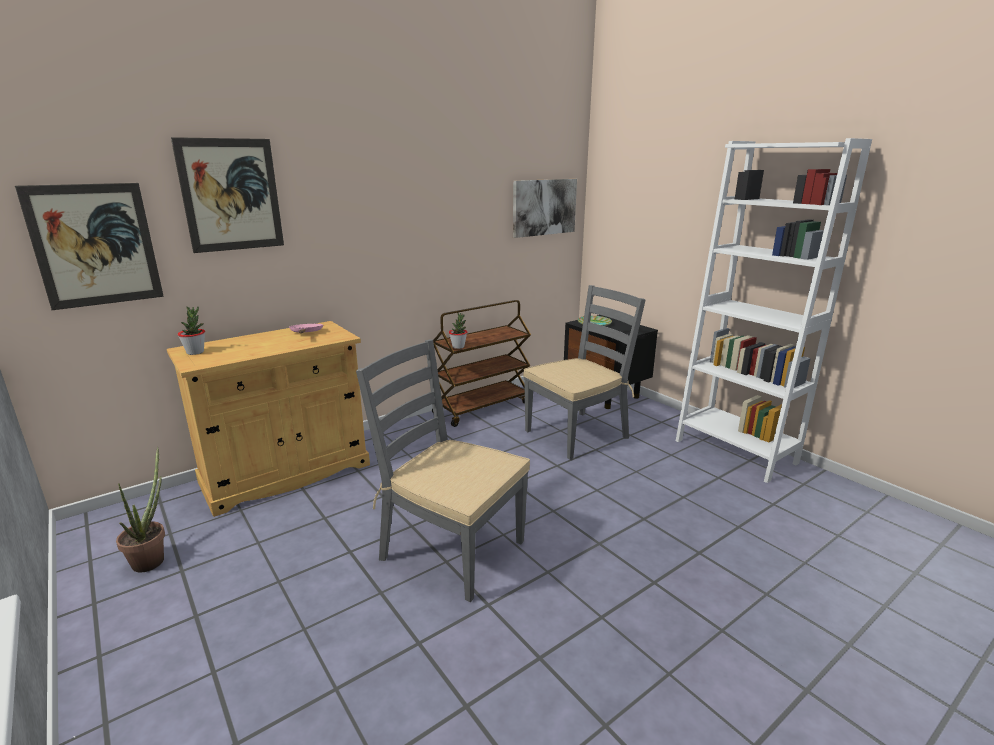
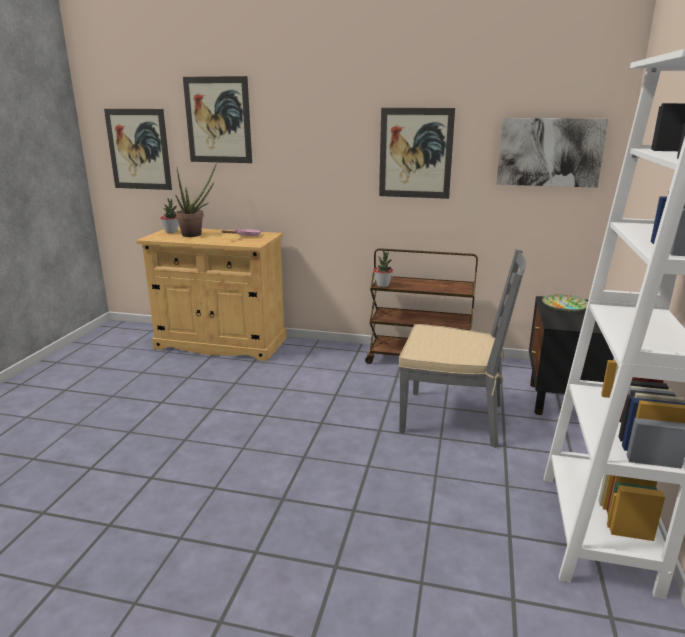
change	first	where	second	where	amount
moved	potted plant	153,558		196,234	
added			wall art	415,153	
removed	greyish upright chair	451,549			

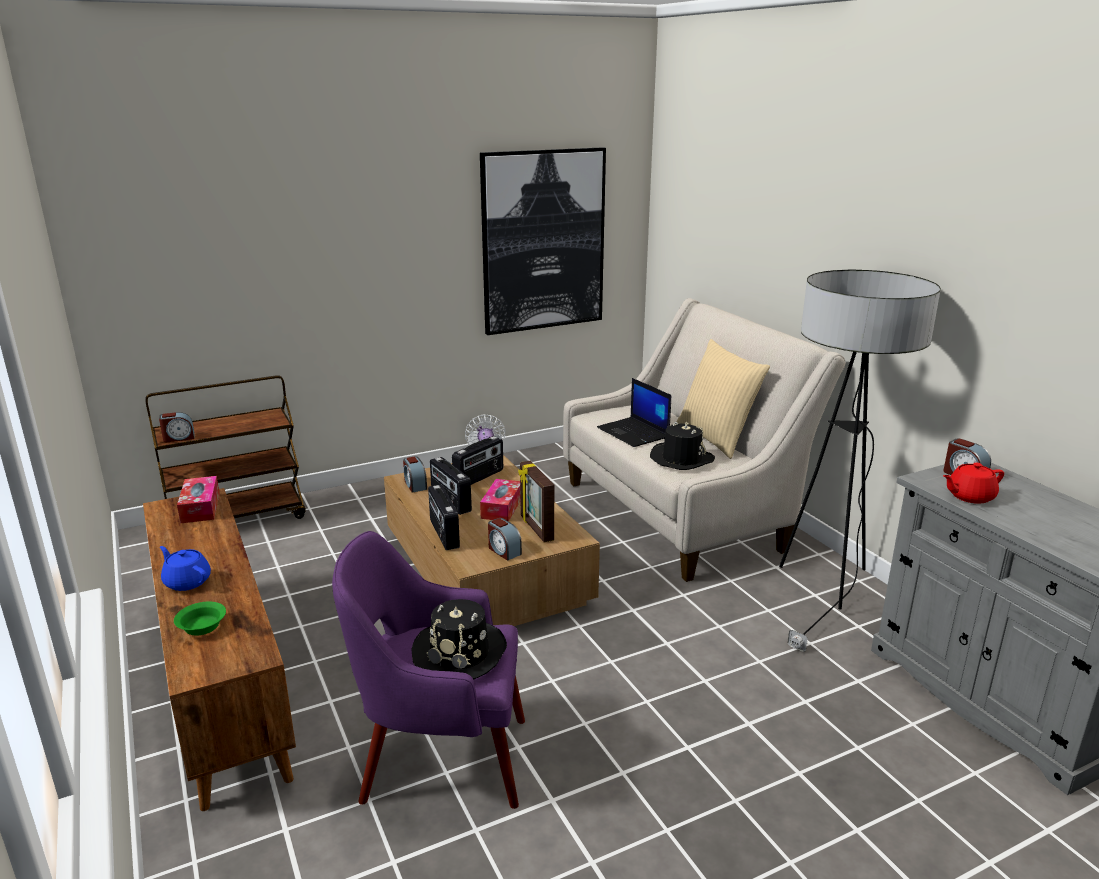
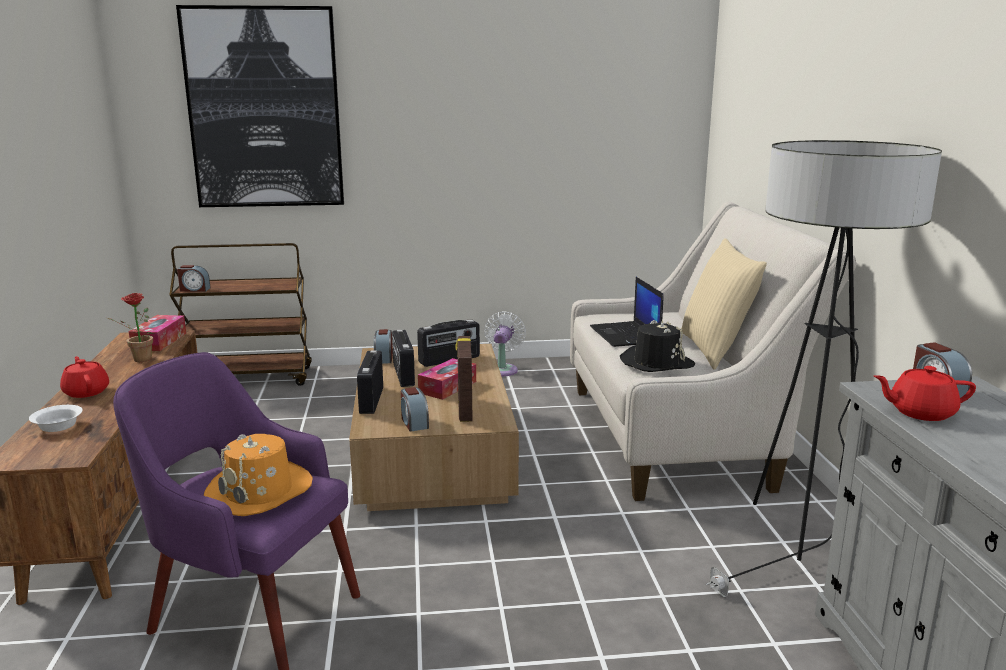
change	first	where	second	where	amount
recoloured	green serving bowl	201,627	white-coloured serving bowl	57,426	
recoloured	bluish tea pot	187,581	red-coloured tea pot	86,392	
added			potted plant	138,360	
moved	wall art	543,241		264,109	
recoloured	blackish hat	460,652	orangey hat	260,491	

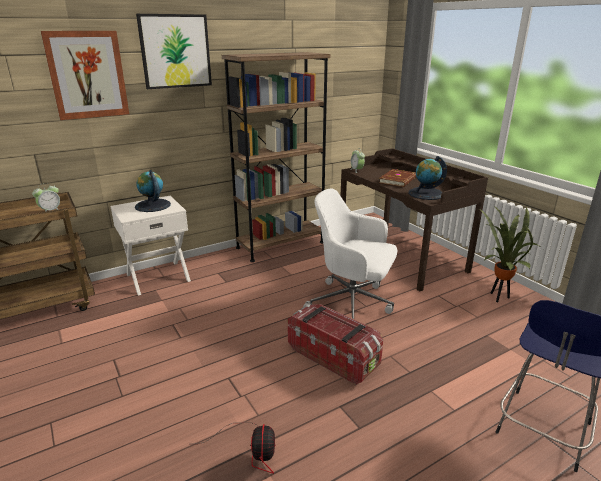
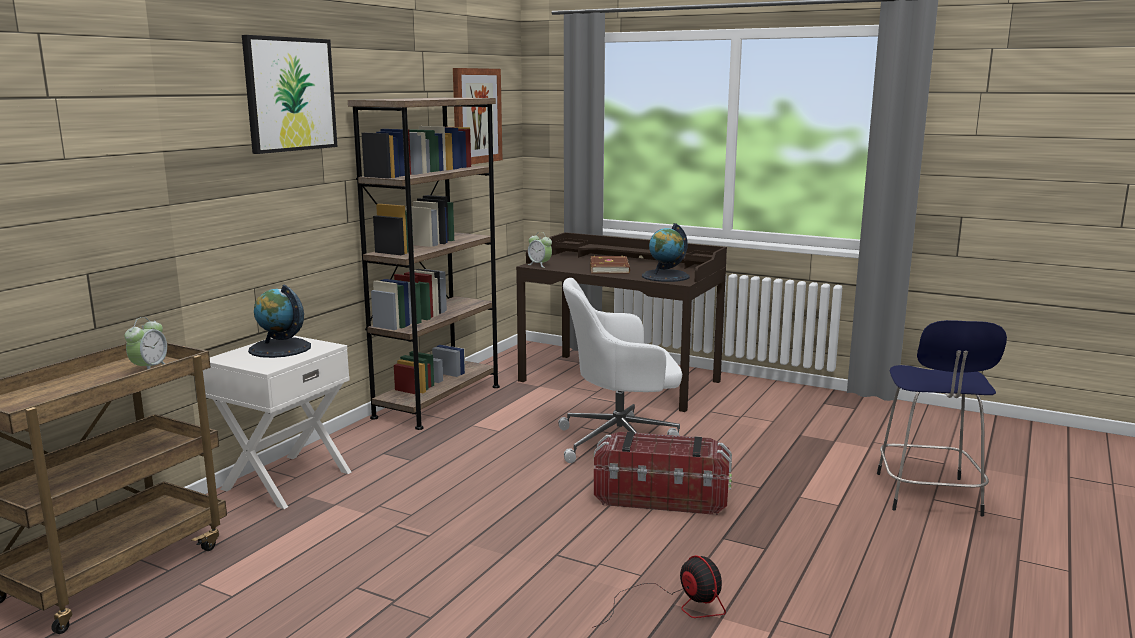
change	first	where	second	where	amount
moved	wall art	87,75		476,116	
removed	potted plant	498,298			

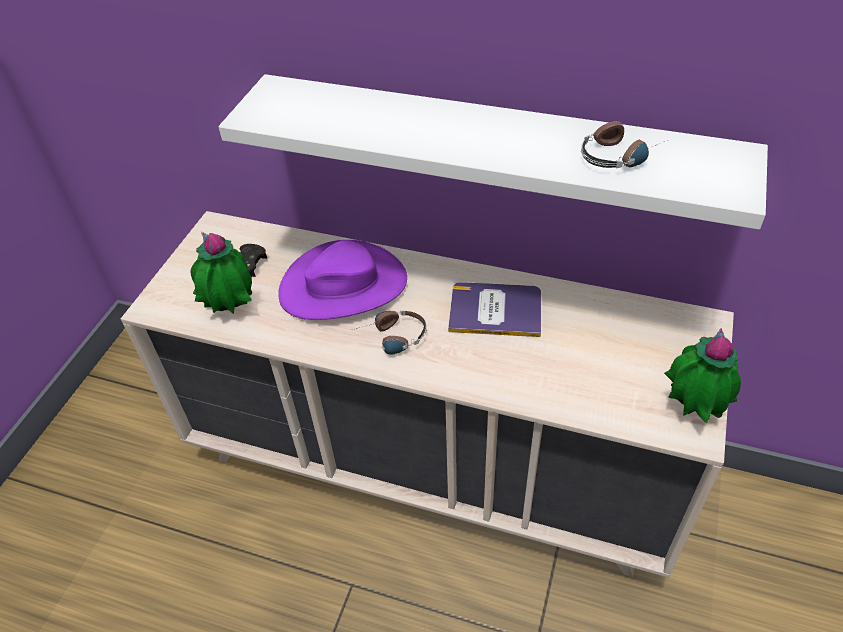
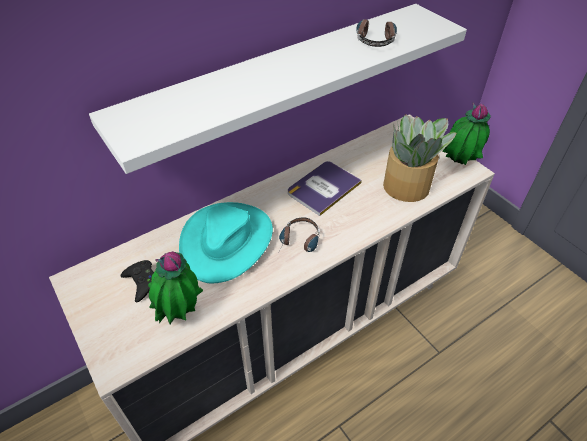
change	first	where	second	where	amount
recoloured	purple-coloured hat	343,285	blue-green hat	226,241	
added			potted plant	407,187	

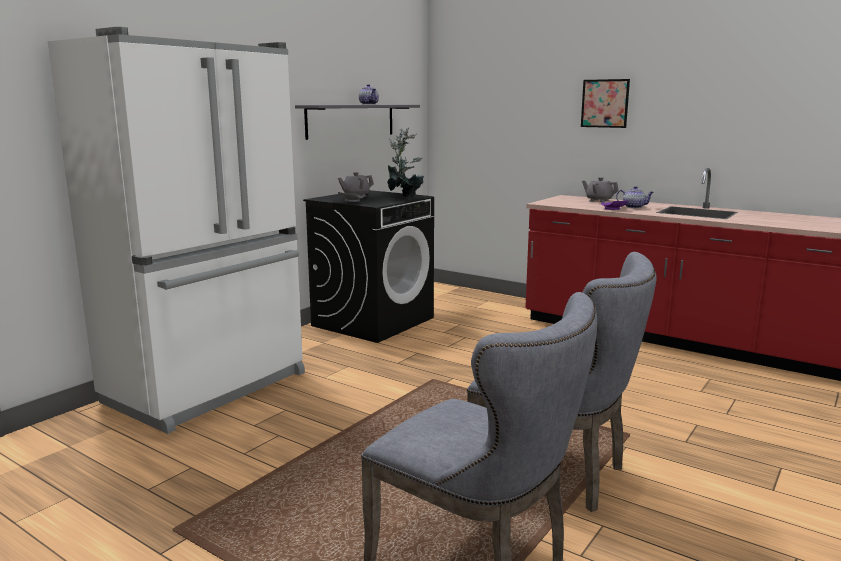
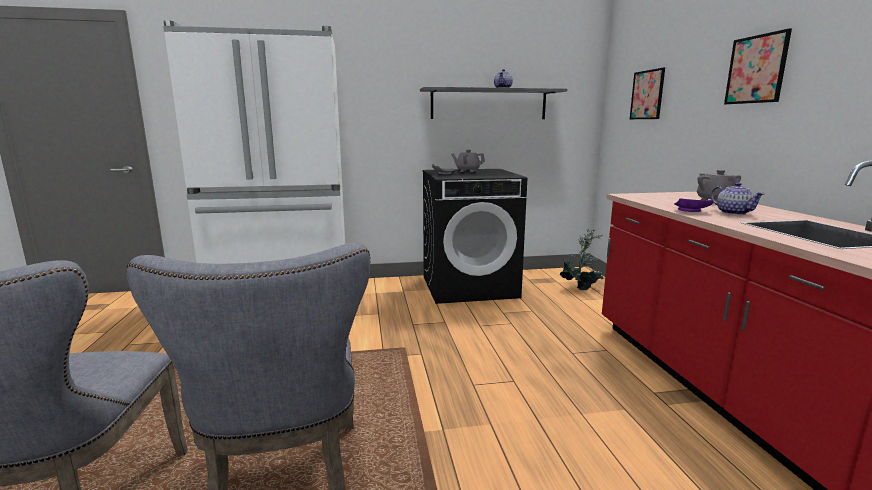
change	first	where	second	where	amount
moved	potted plant	404,197		581,287	
added			wall art	647,95	

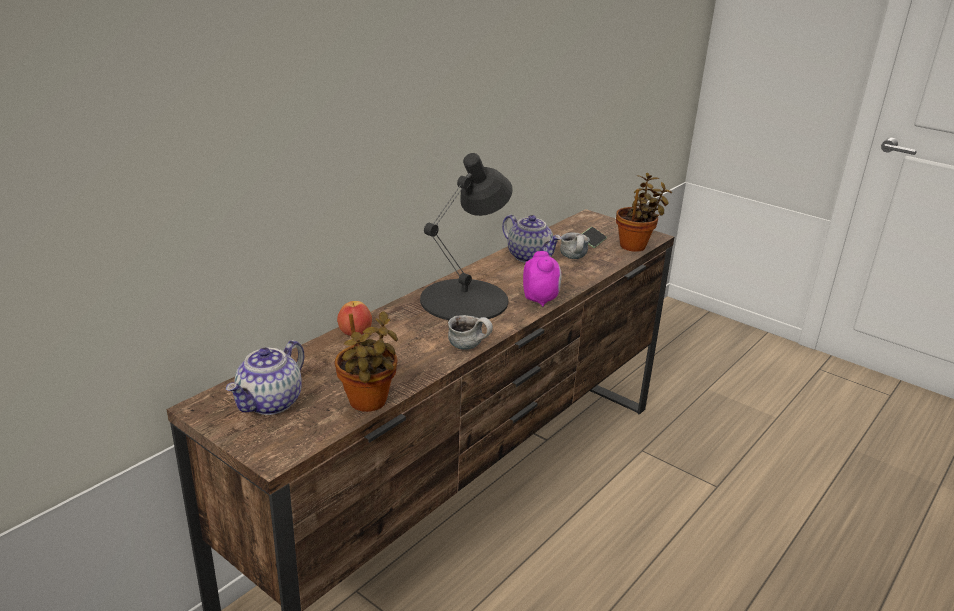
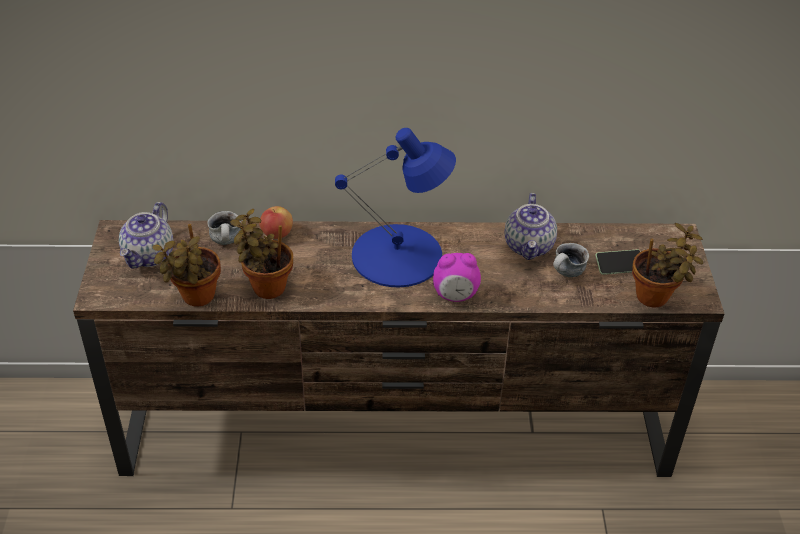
change	first	where	second	where	amount
turned	tea pot	270,403		149,256	60 degrees counterclockwise
moved	tea mug	470,346		227,242	
added			potted plant	266,286	
recoloured	blackish lamp for a table	465,300	bluish lamp for a table	398,256	
turned	table clock	540,300		455,296	45 degrees clockwise

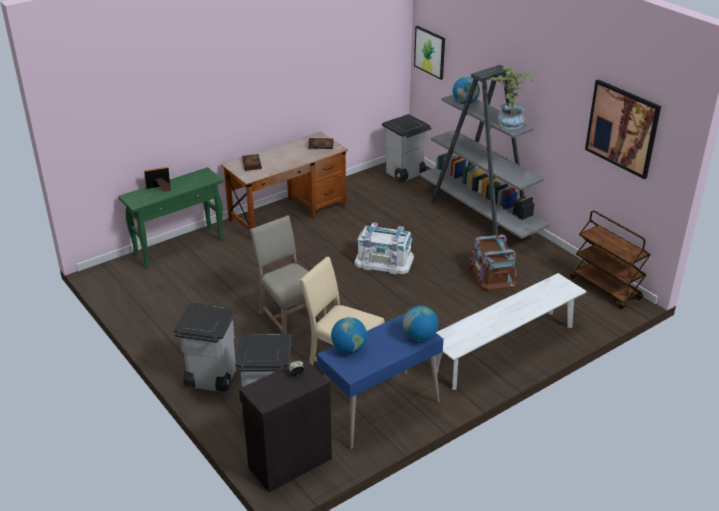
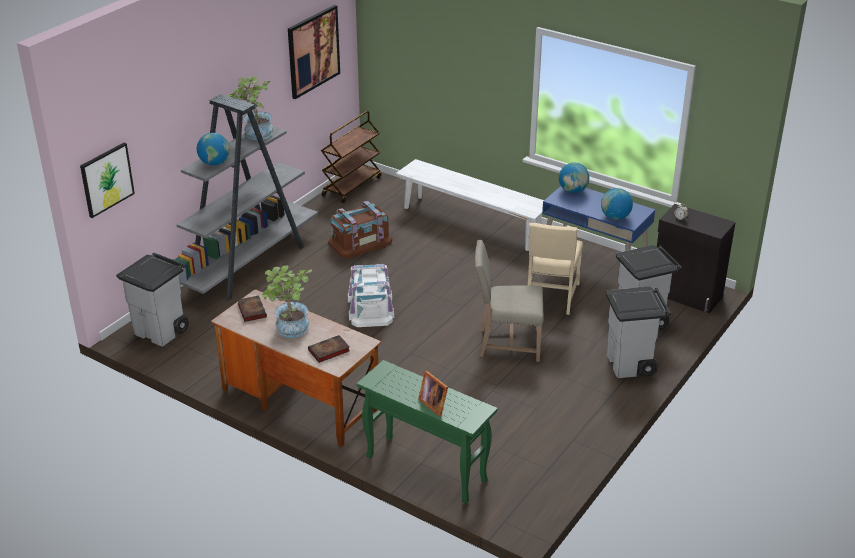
change	first	where	second	where	amount
added			potted plant	289,331	
turned	beige-coloured upright chair	289,317		507,343	60 degrees clockwise

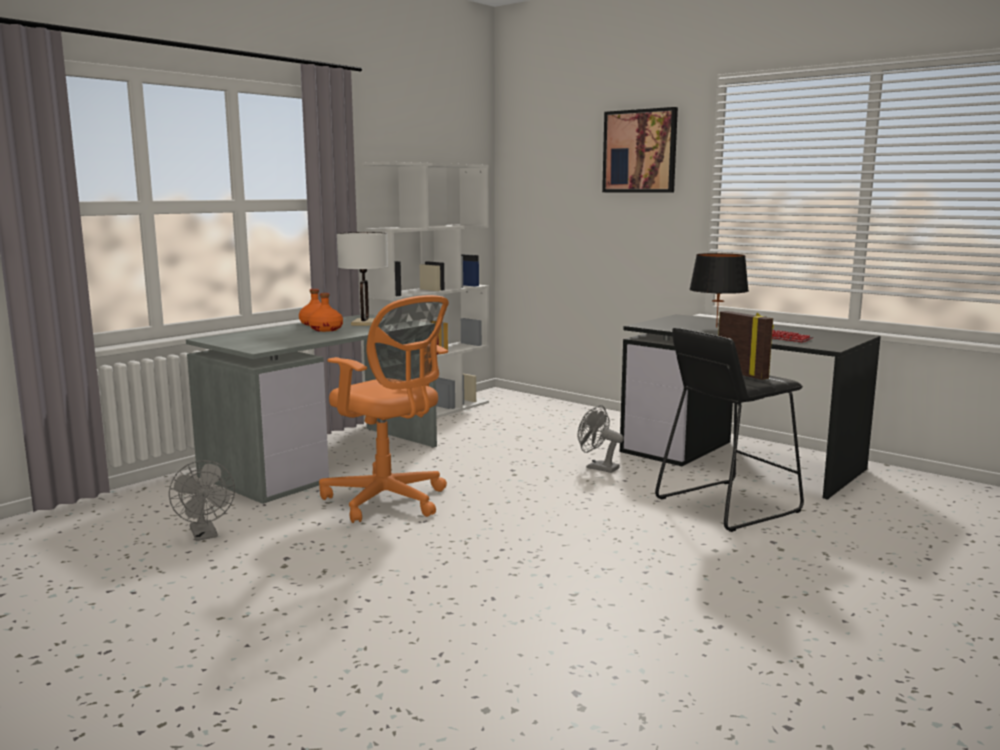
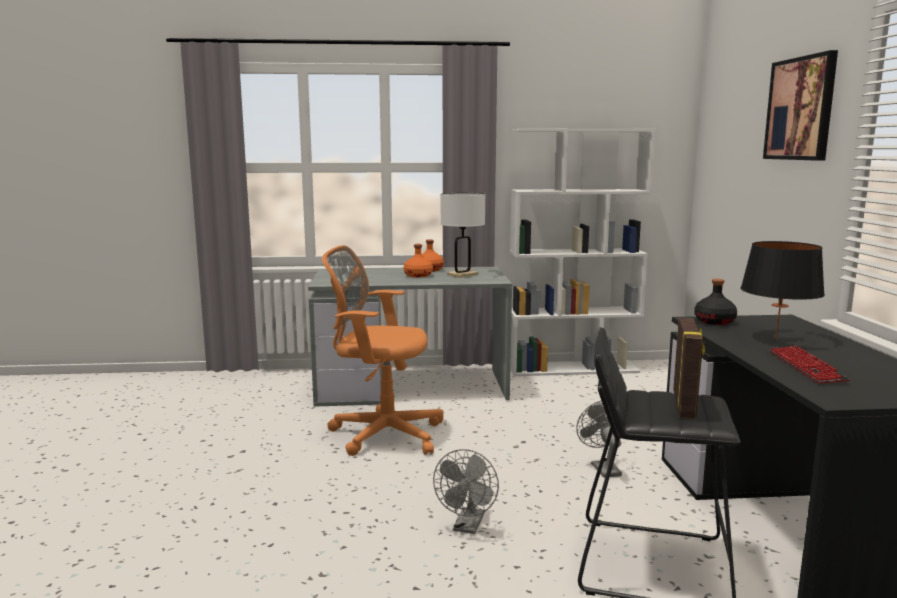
change	first	where	second	where	amount
turned	orangey office chair	389,501		382,434	105 degrees clockwise
moved	greyish cooling fan	205,535		468,527	
added			blackish beverage bottle	714,321	

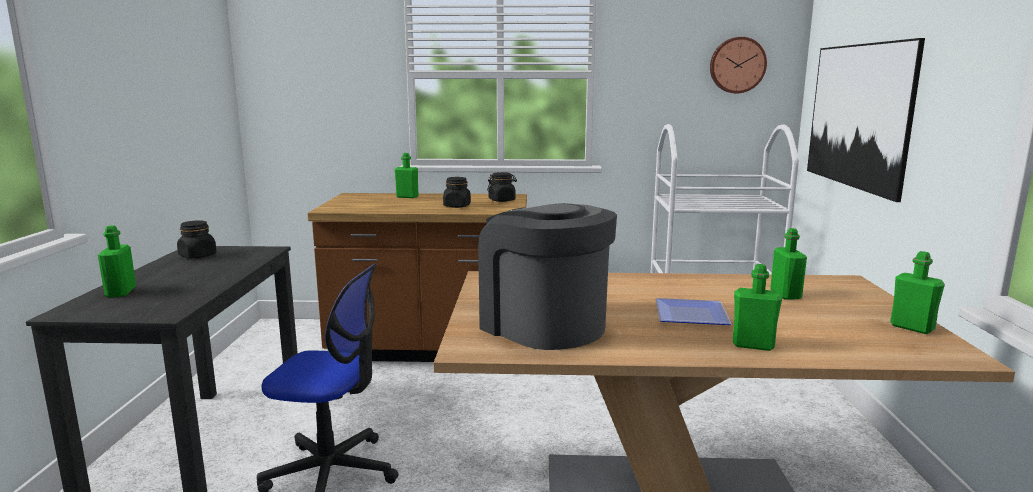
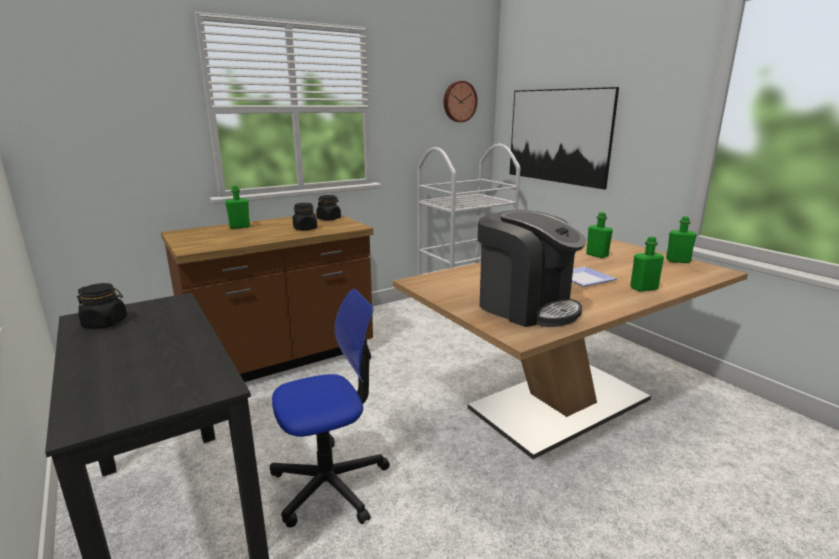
change	first	where	second	where	amount
turned	coffee machine	543,325		526,306	150 degrees counterclockwise
removed	green beverage bottle	121,292			

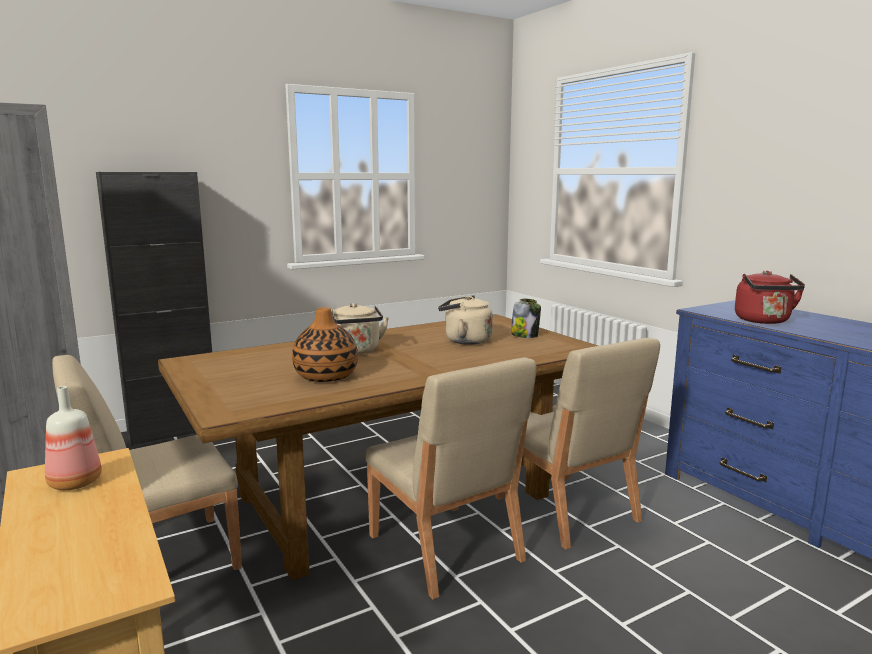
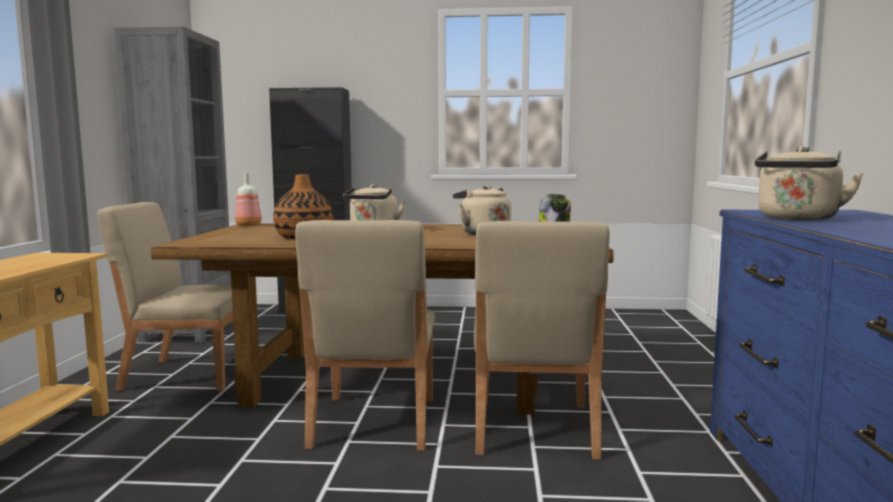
change	first	where	second	where	amount
moved	beverage bottle	75,484		248,225	
recoloured	red-coloured tea kettle	764,321	beige-coloured tea kettle	797,218	

